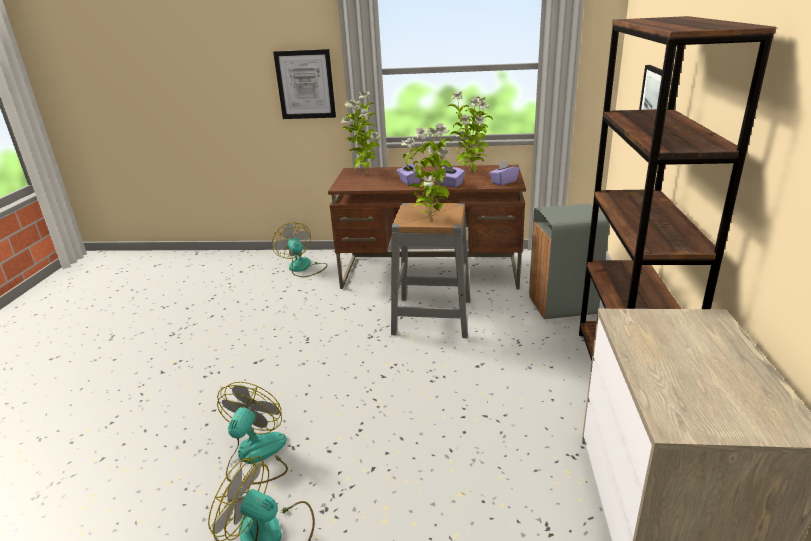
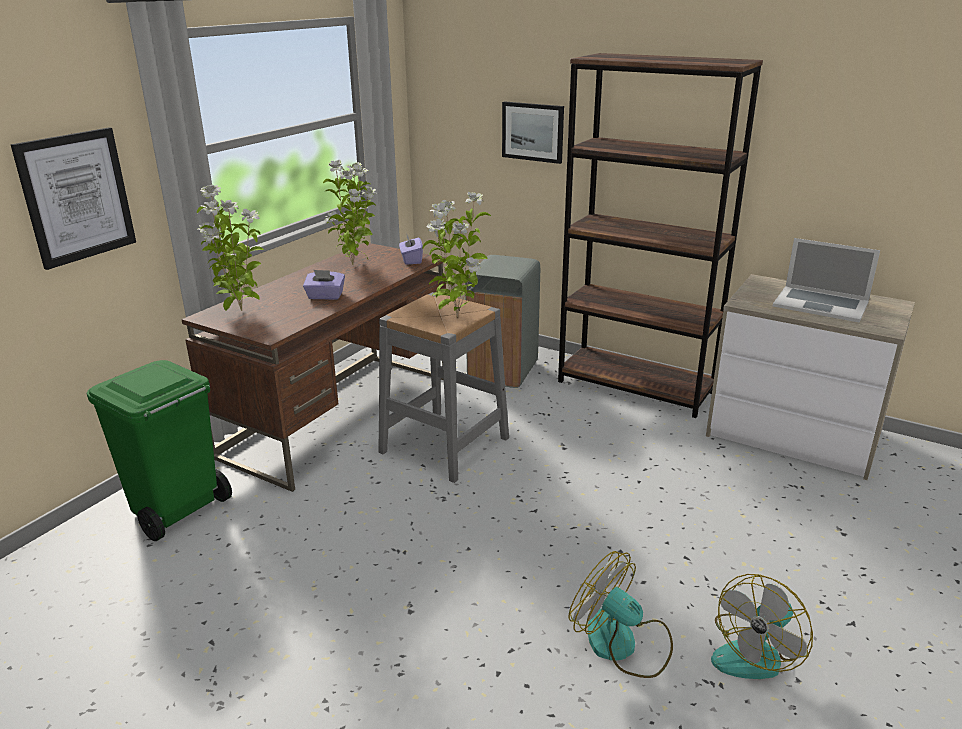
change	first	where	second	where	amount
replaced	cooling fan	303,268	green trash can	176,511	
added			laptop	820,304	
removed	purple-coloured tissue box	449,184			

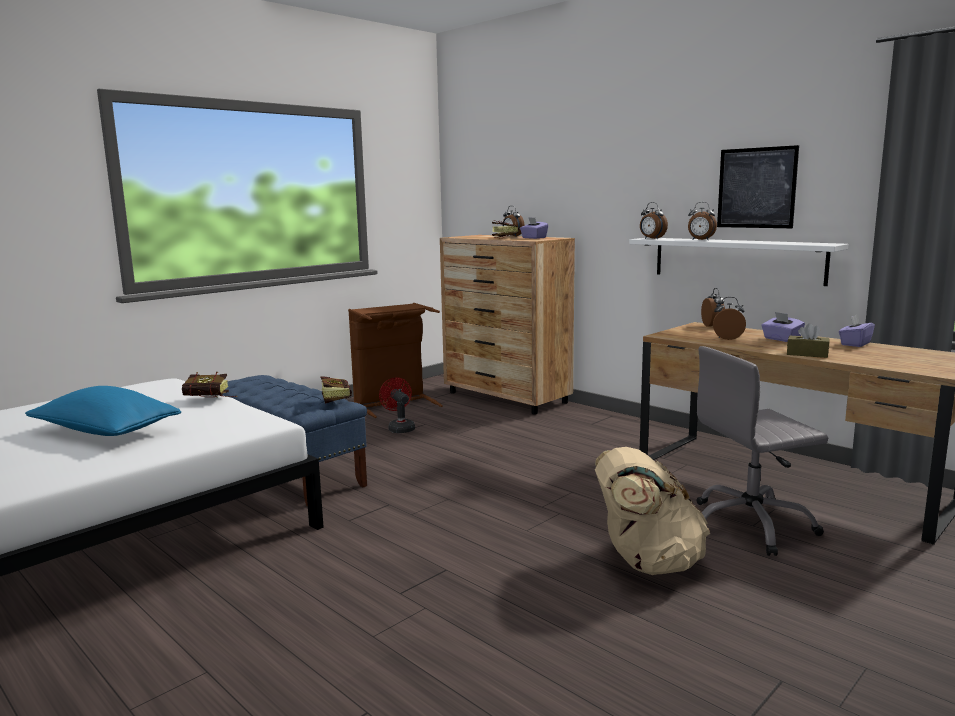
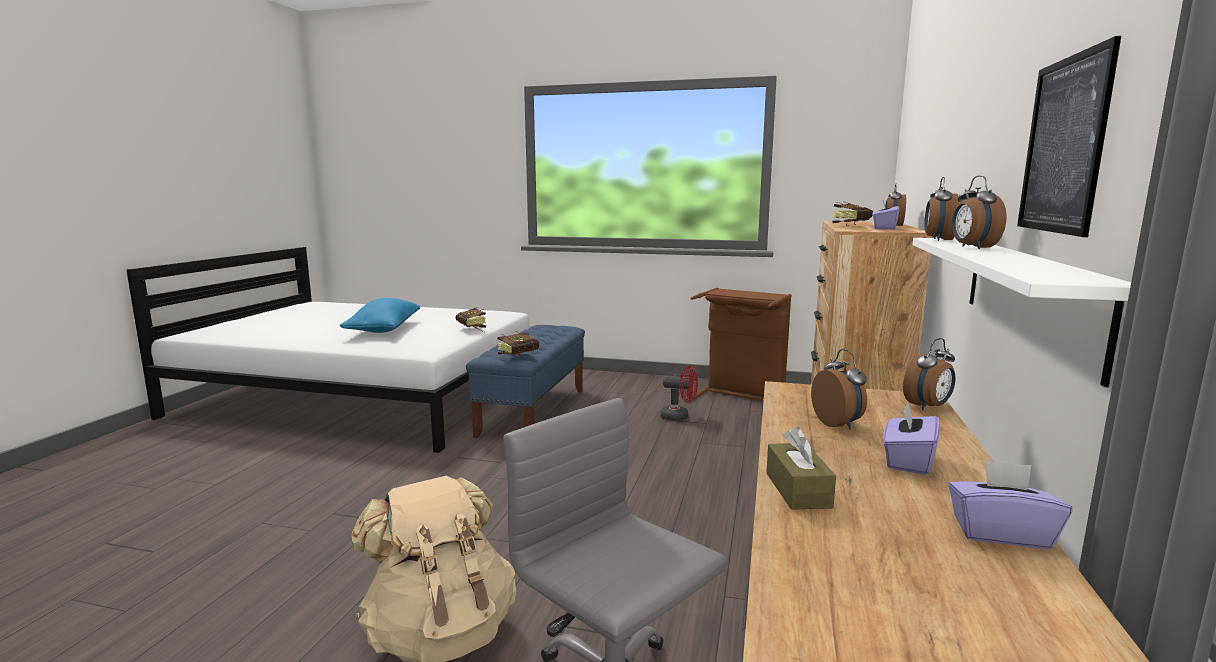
change	first	where	second	where	amount
turned	red-coloured cooling fan	399,428		679,417	75 degrees clockwise

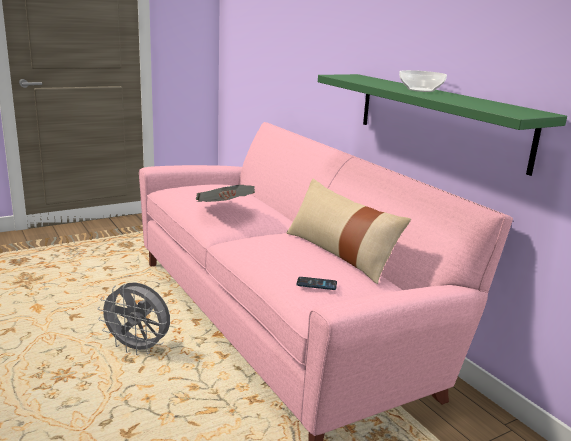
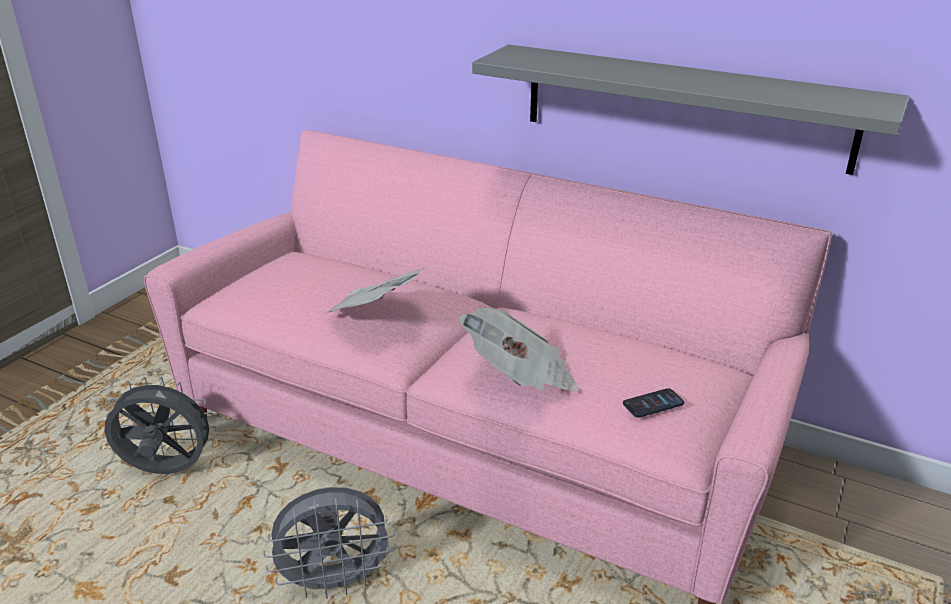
change	first	where	second	where	amount
added			greyish cooling fan	166,472	
added			printed paper	520,377	
recoloured	green wall shelf	438,118	greyish wall shelf	684,107	
removed	beige-coloured throw pillow	340,253			
removed	serving bowl	421,90			

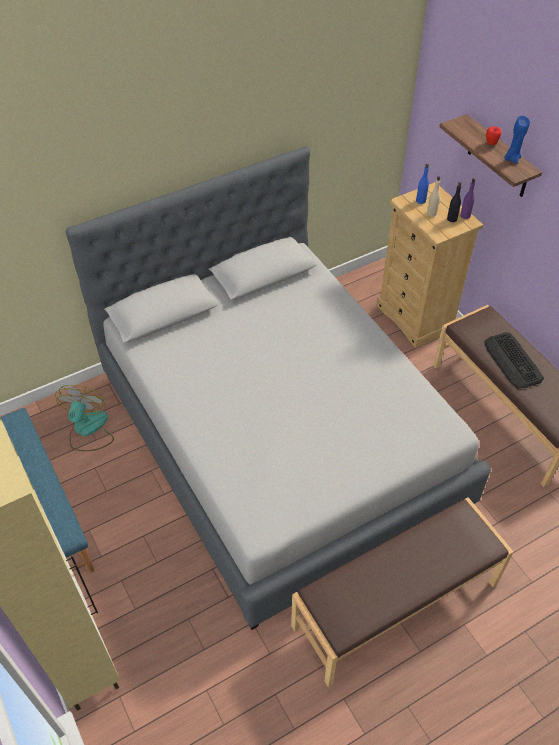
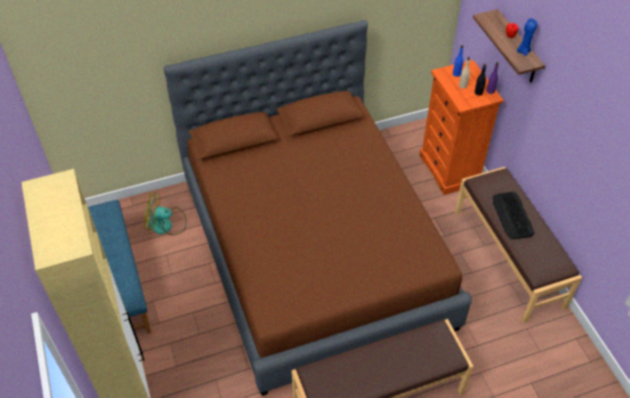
change	first	where	second	where	amount
turned	cooling fan	88,430		166,224	105 degrees counterclockwise
recoloured	greyish bed	279,437	brown bed	315,252	
recoloured	beige-coloured dresser	416,317	orangey dresser	450,169	

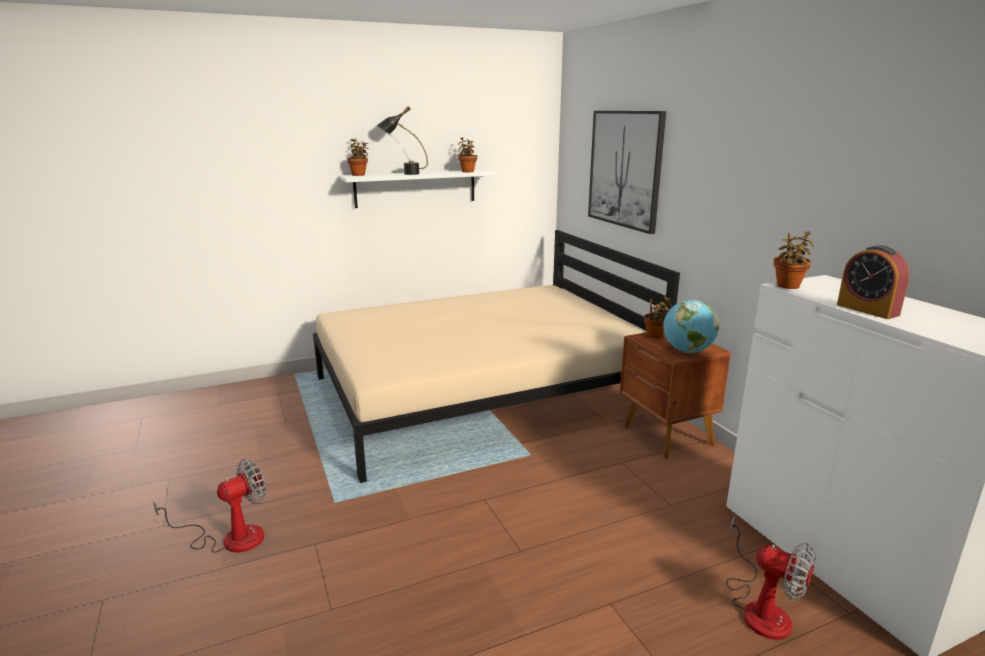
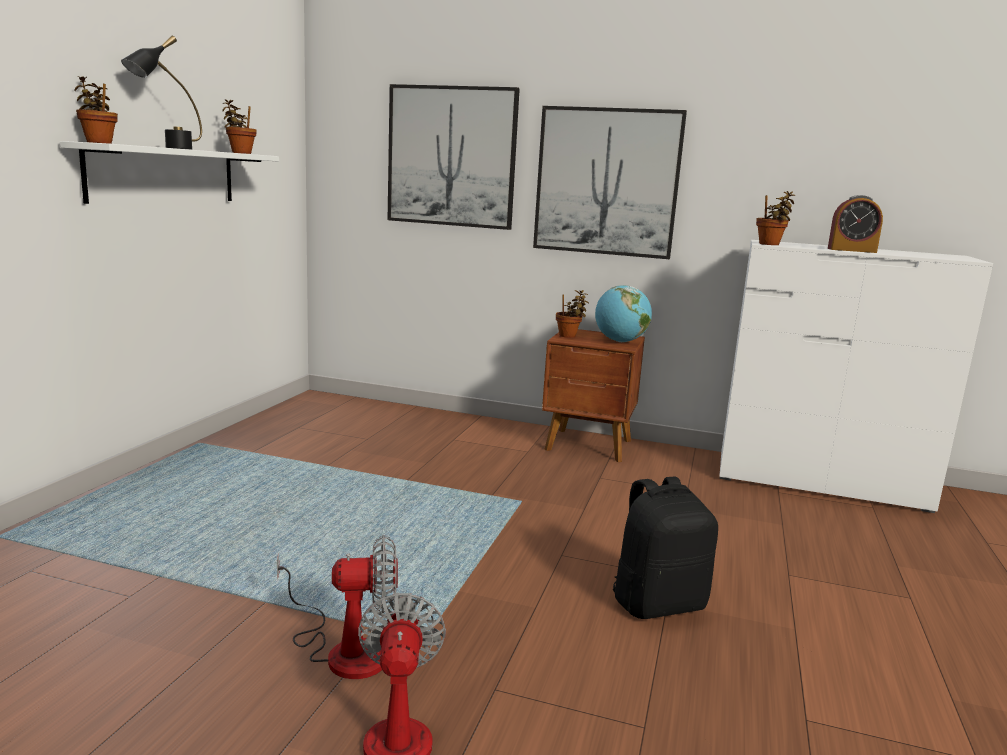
change	first	where	second	where	amount
moved	cooling fan	760,607		344,649	
added			wall art	607,182	
added			blackish knapsack	658,603	
removed	beige-coloured bed	481,393			

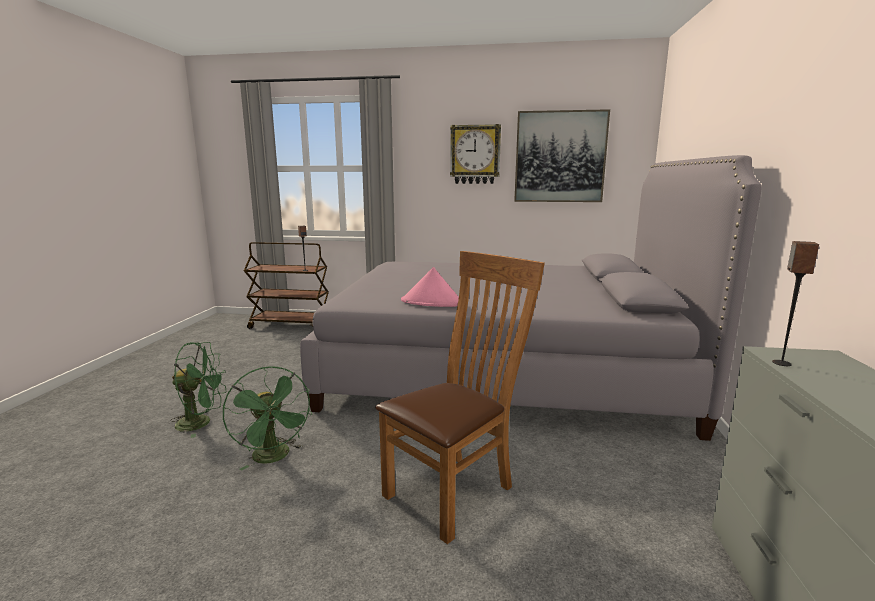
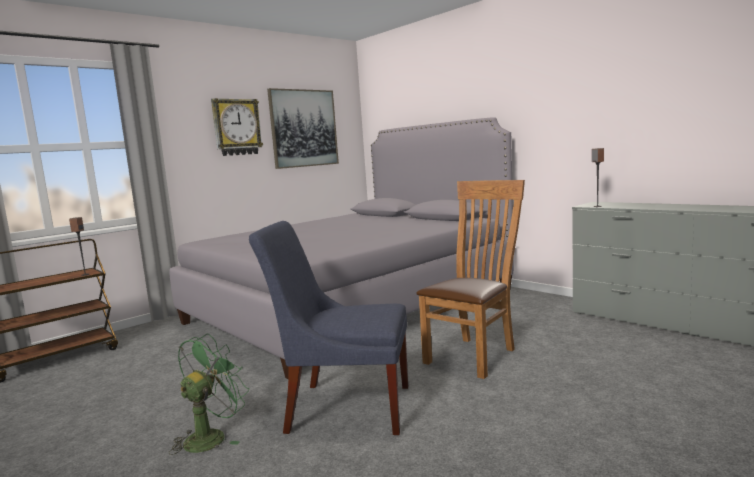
change	first	where	second	where	amount
replaced	green cooling fan	274,457	bluish upright chair	343,407	
turned	brown upright chair	456,489		474,354	45 degrees clockwise
removed	pink-coloured hat	432,302			

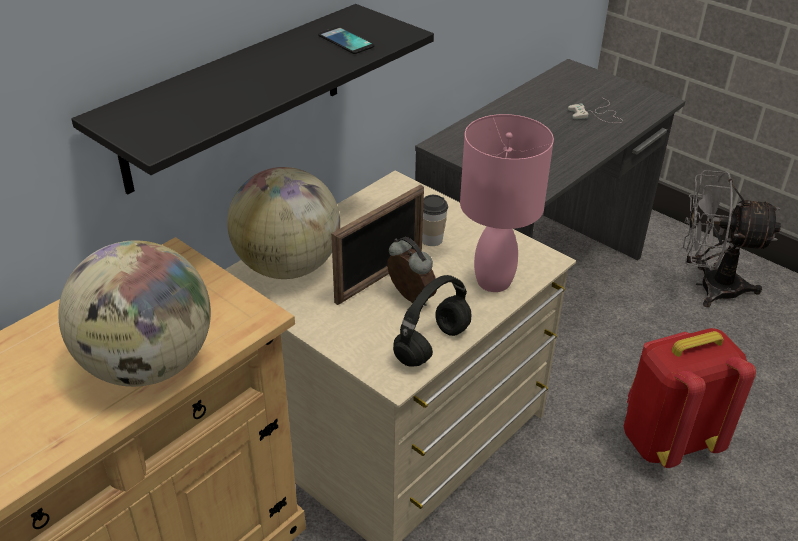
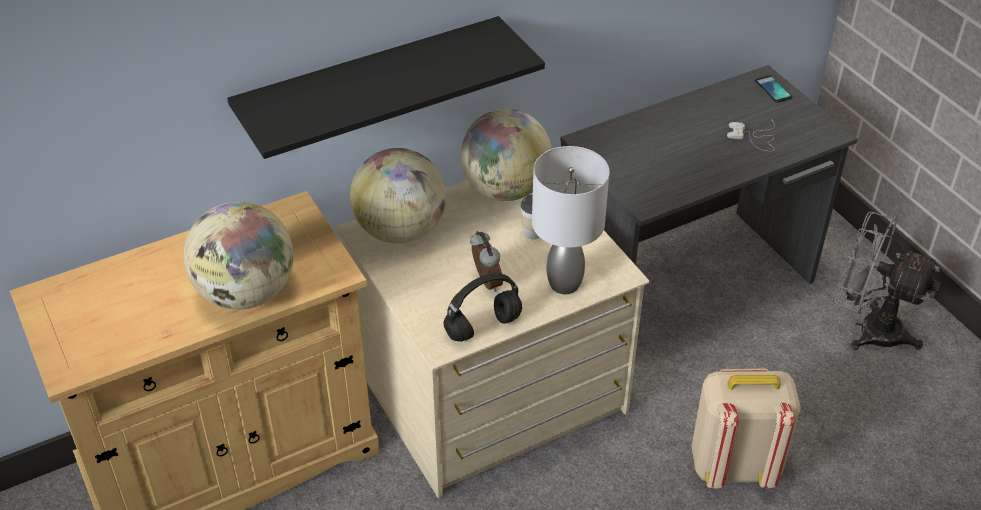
change	first	where	second	where	amount
added			globe	505,189	
recoloured	pink-coloured lamp for a table	495,282	greyish lamp for a table	565,284	
recoloured	red-coloured knapsack	667,440	beige-coloured knapsack	734,465	
moved	telephone	346,41		773,89	
removed	photo frame	380,277			

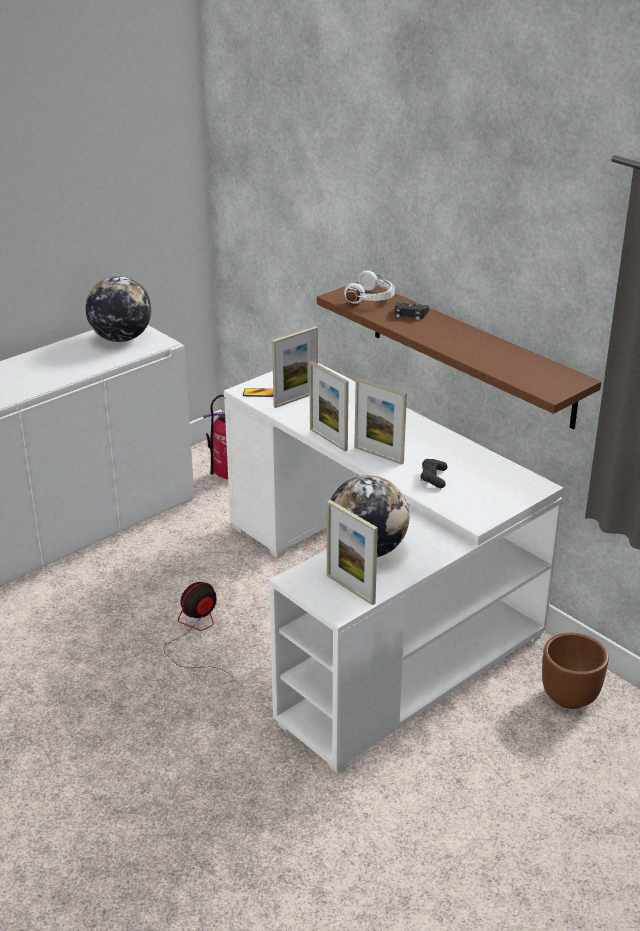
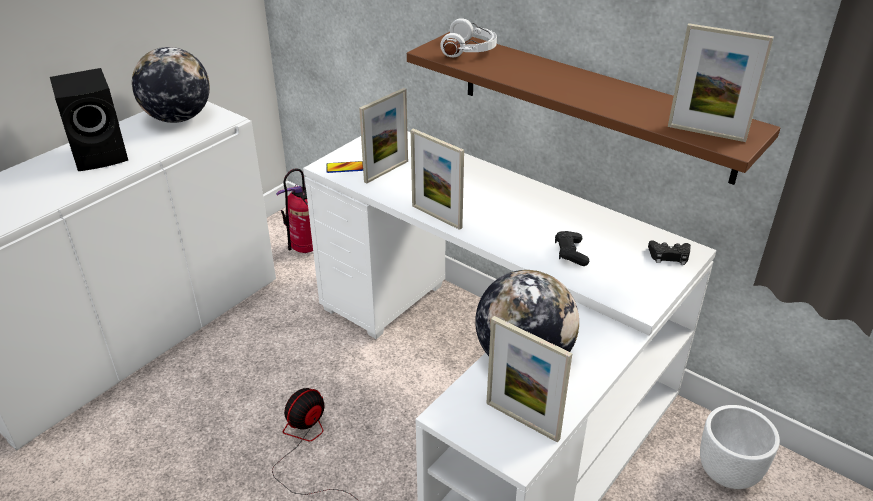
change	first	where	second	where	amount
added			blackish speaker	102,154	
moved	blackish joypad	410,314		669,256	
moved	photo frame	378,455		706,133	
recoloured	brown flower pot	569,696	white-coloured flower pot	727,472	

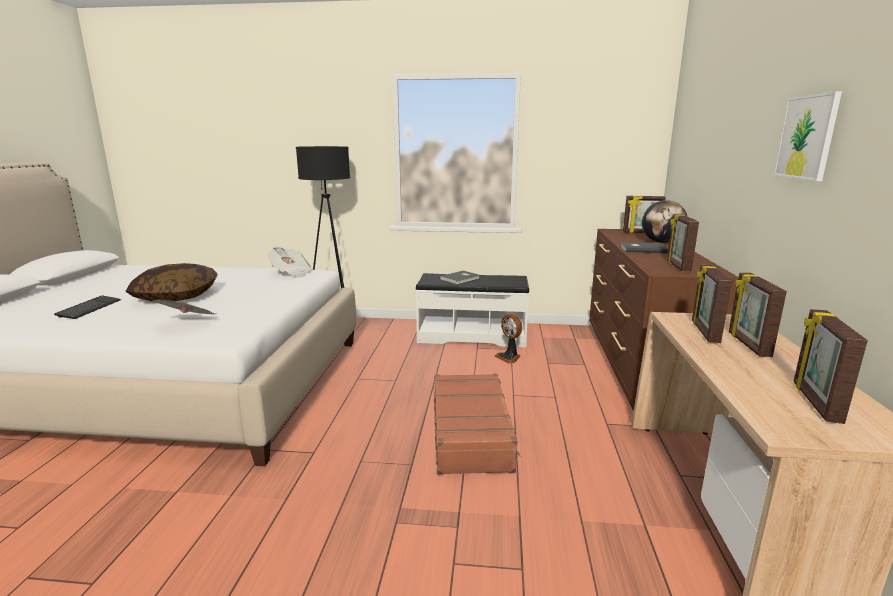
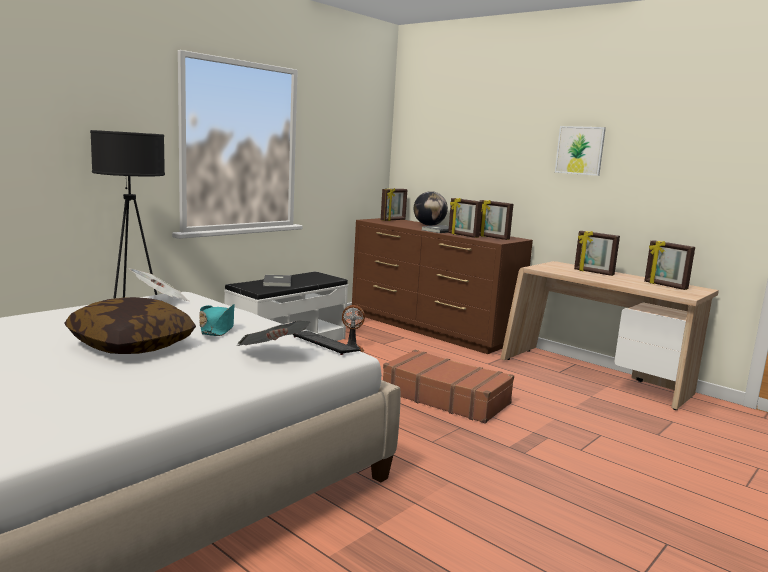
change	first	where	second	where	amount
added			blue-green hat	217,329	
moved	PC keyboard	89,308		324,343	
moved	photo frame	704,332		462,235	

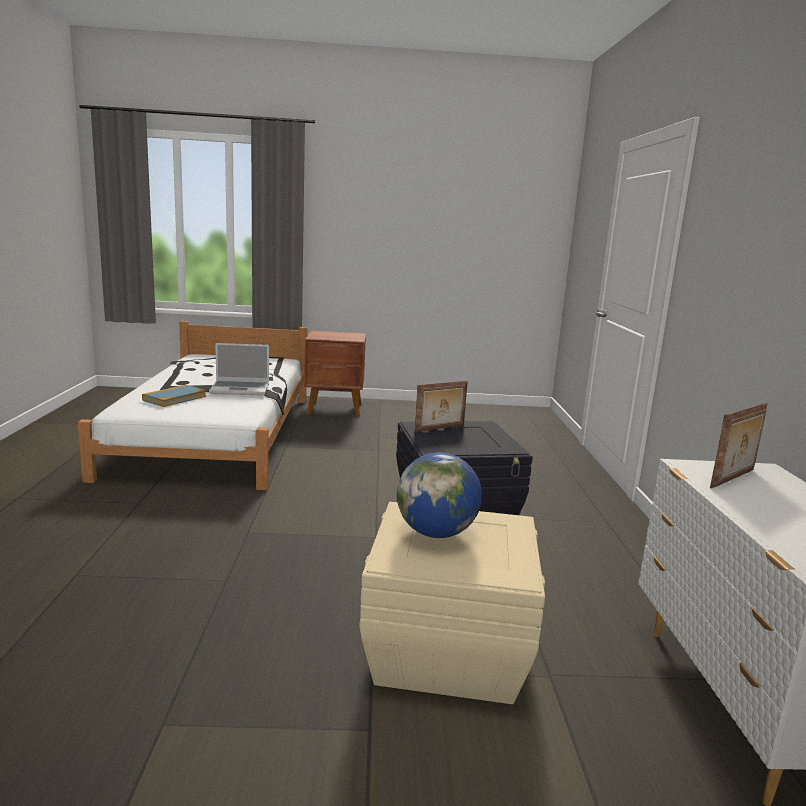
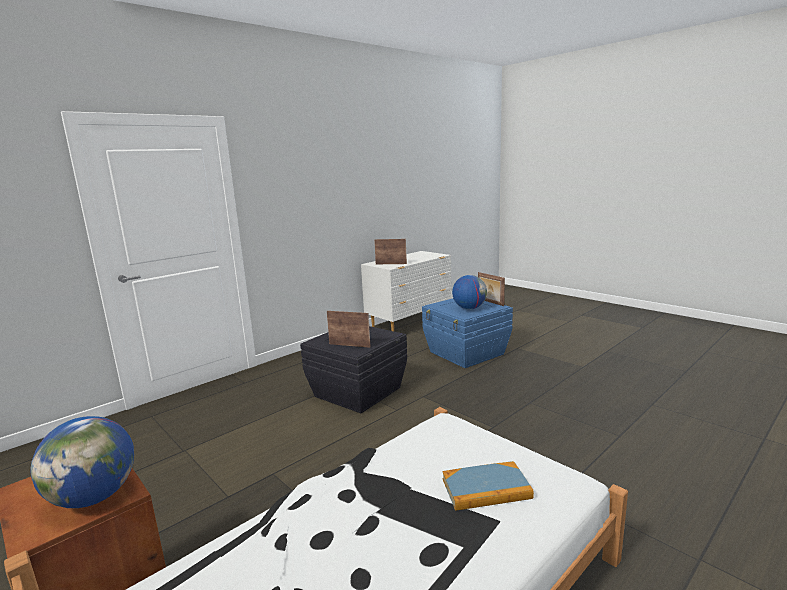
change	first	where	second	where	amount
added			globe	94,497	
recoloured	beige-coloured storage container	445,649	bluish storage container	466,353	
added			photo frame	490,302	
removed	laptop	241,389			

